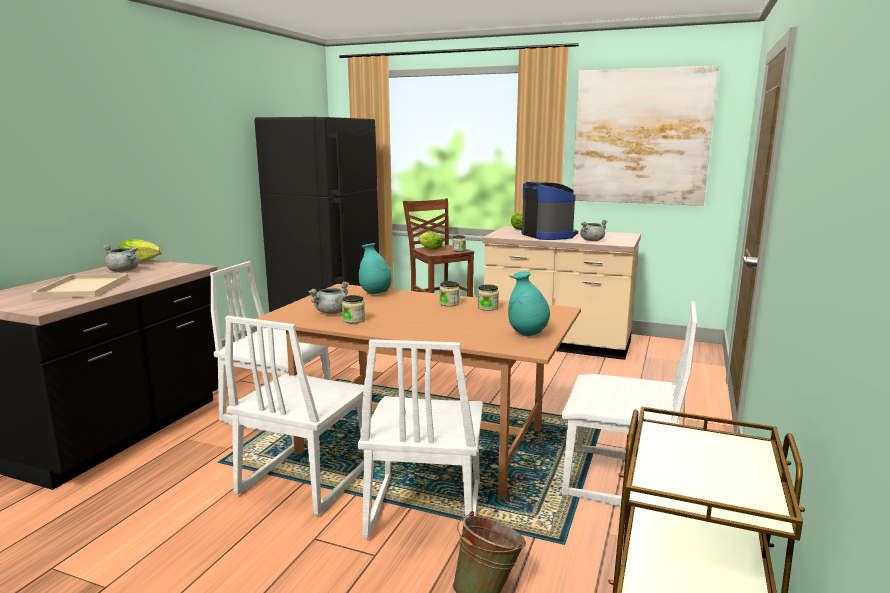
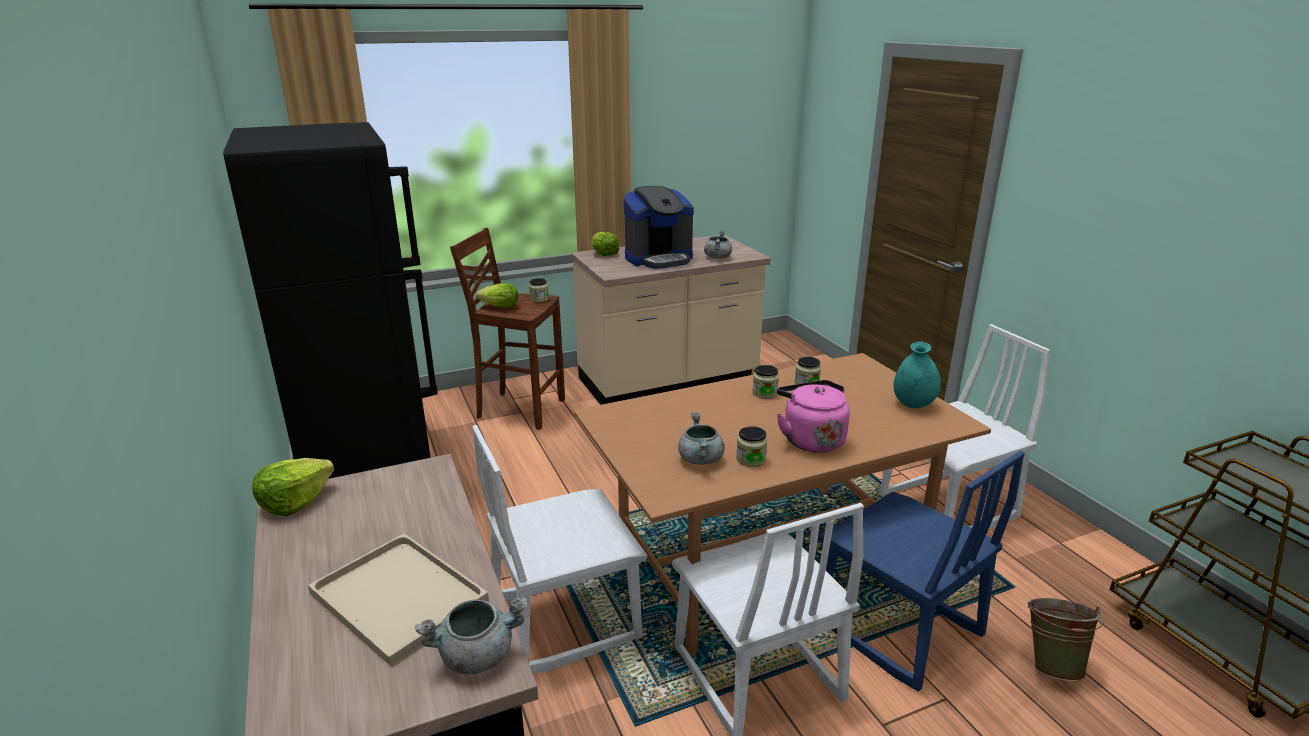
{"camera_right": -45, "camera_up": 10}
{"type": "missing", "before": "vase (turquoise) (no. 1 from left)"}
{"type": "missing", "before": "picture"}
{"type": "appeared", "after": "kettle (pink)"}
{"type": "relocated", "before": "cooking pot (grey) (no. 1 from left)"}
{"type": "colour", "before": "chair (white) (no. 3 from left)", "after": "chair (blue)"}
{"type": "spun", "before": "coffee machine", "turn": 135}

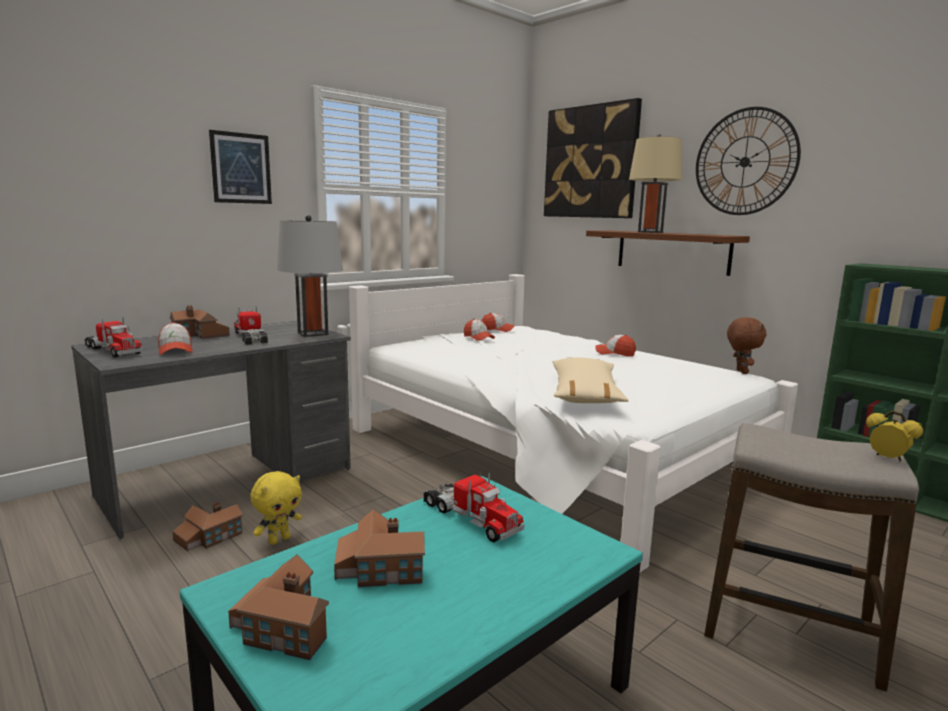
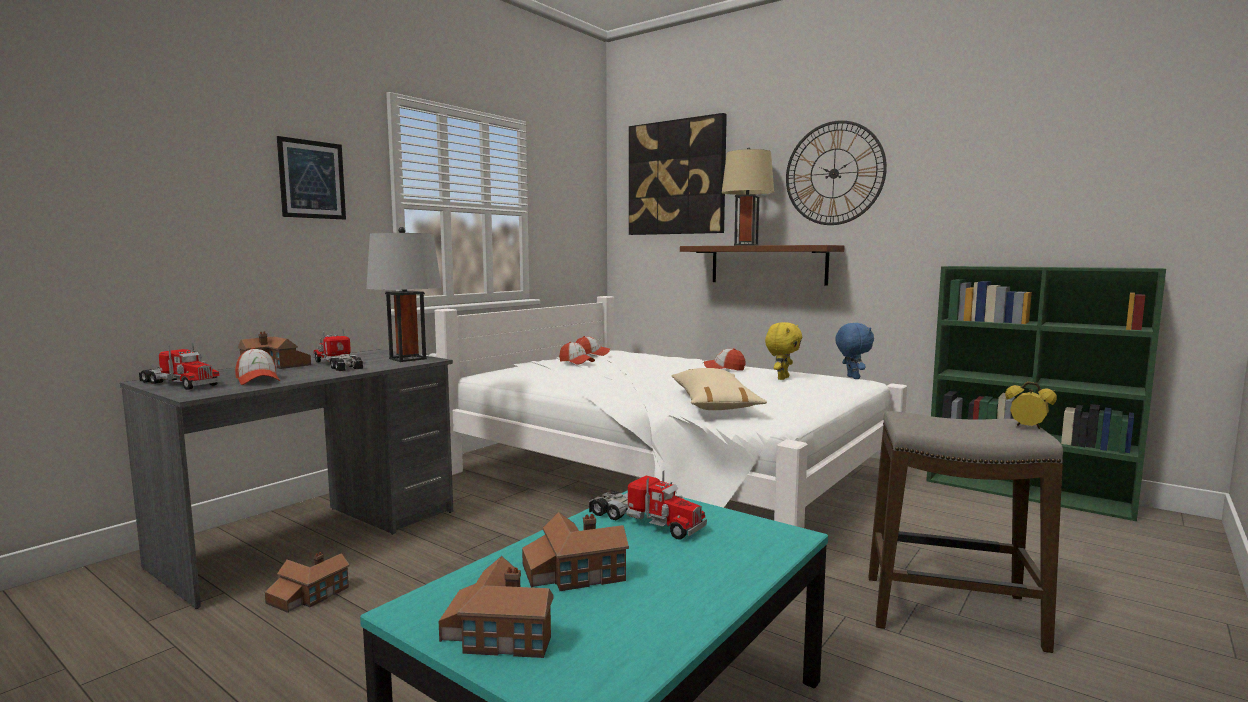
{"camera_right": -10, "camera_up": -5}
{"type": "relocated", "before": "plush toy (yellow)"}
{"type": "colour", "before": "plush toy (brown)", "after": "plush toy (blue)"}

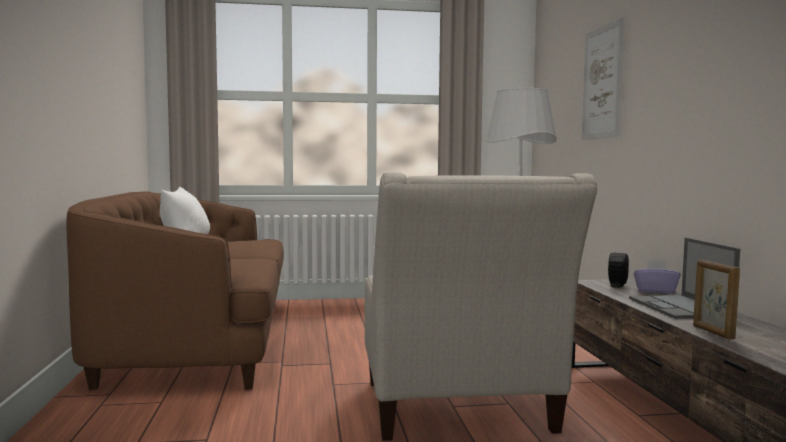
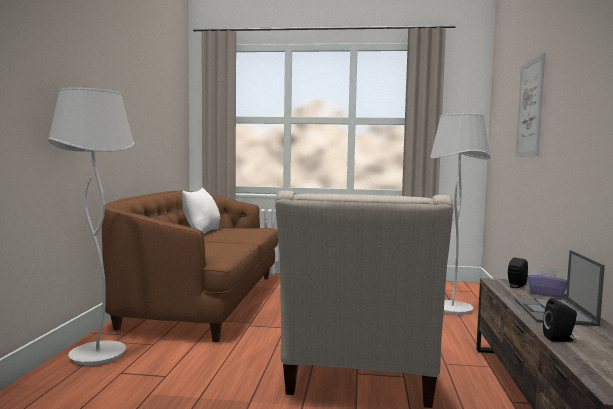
{"camera_right": 15, "camera_up": 0}
{"type": "appeared", "after": "floor lamp (white) (no. 1 from left)"}
{"type": "exchanged", "before": "picture frame", "after": "speaker (black) (no. 2 from left)"}

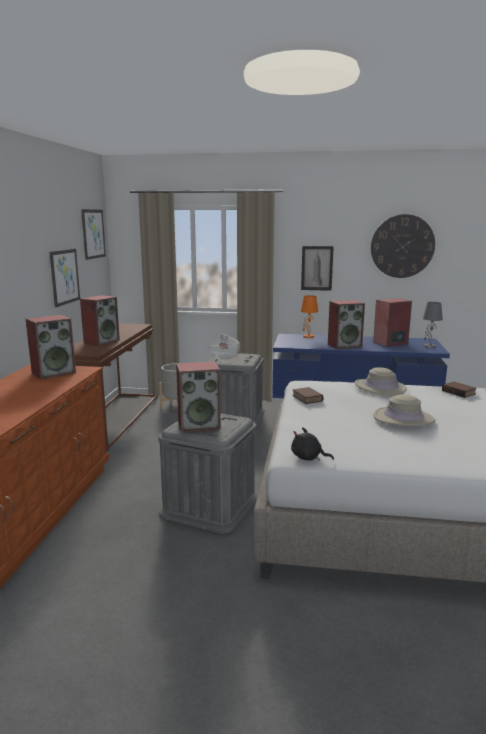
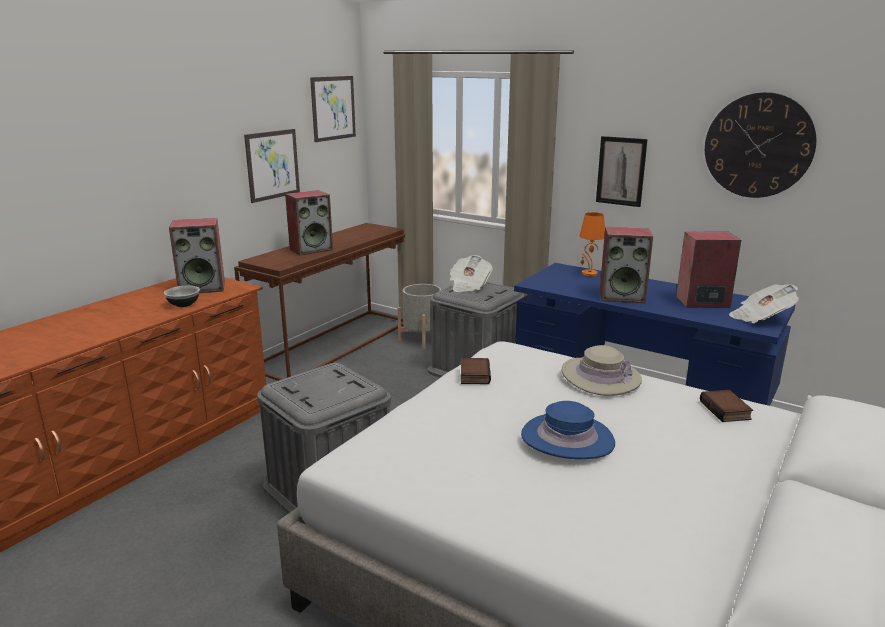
{"camera_right": 25, "camera_up": 5}
{"type": "missing", "before": "speaker (no. 3 from left)"}
{"type": "missing", "before": "plush toy (black)"}
{"type": "appeared", "after": "bowl"}
{"type": "exchanged", "before": "table lamp (grey)", "after": "newspaper (no. 2 from left)"}
{"type": "colour", "before": "hat (beige) (no. 2 from left)", "after": "hat (blue)"}

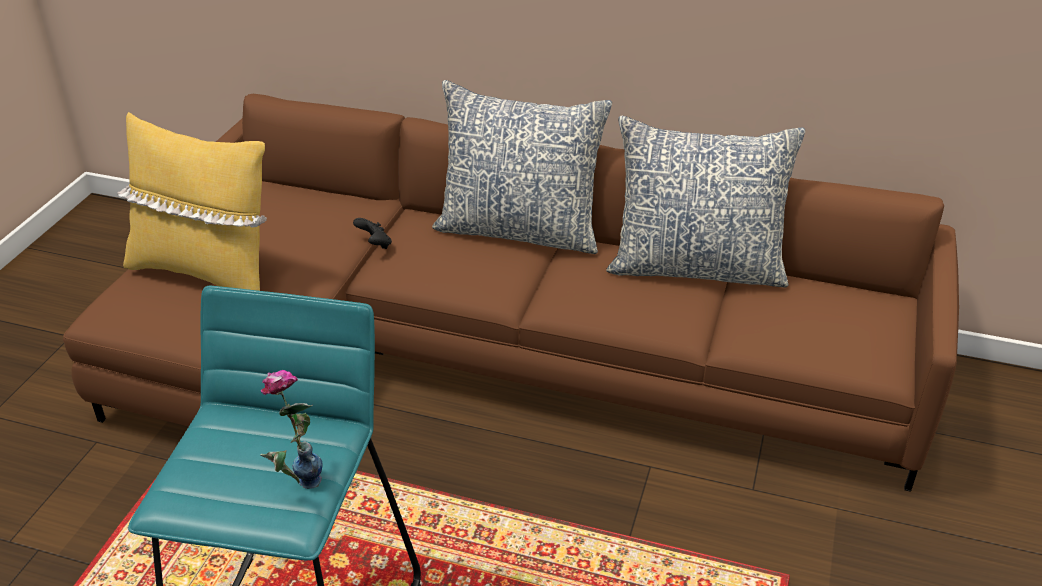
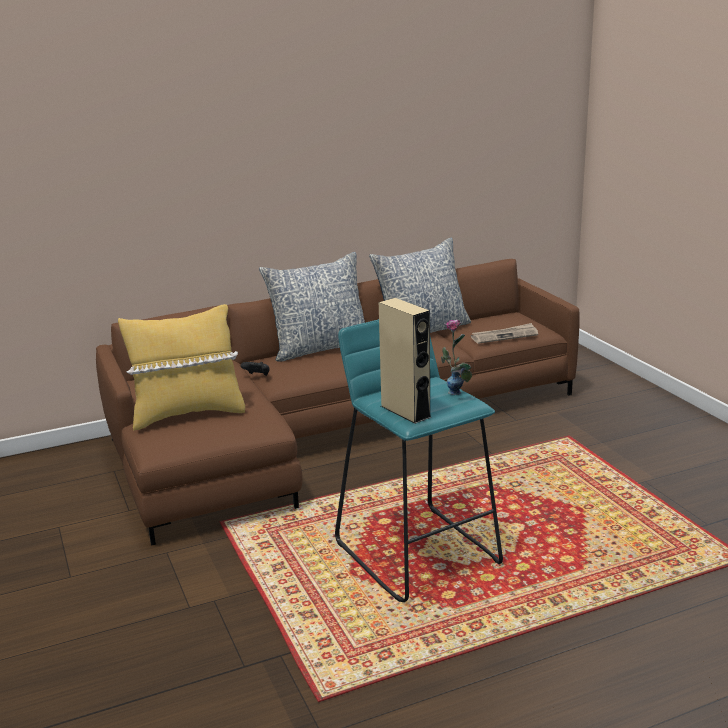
{"camera_right": -40, "camera_up": -15}
{"type": "appeared", "after": "speaker (beige)"}
{"type": "appeared", "after": "newspaper"}

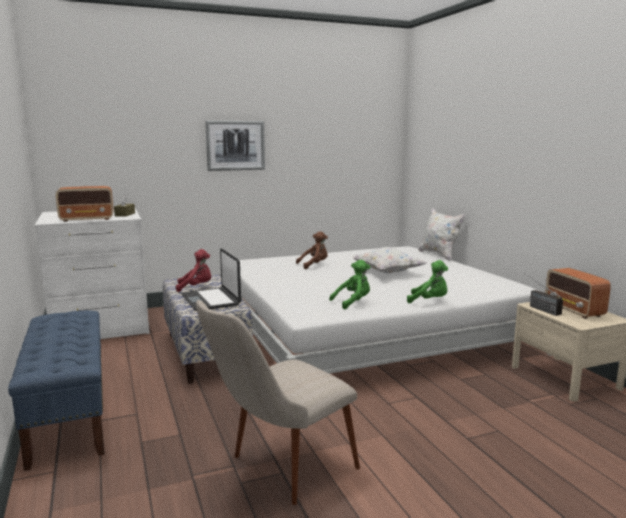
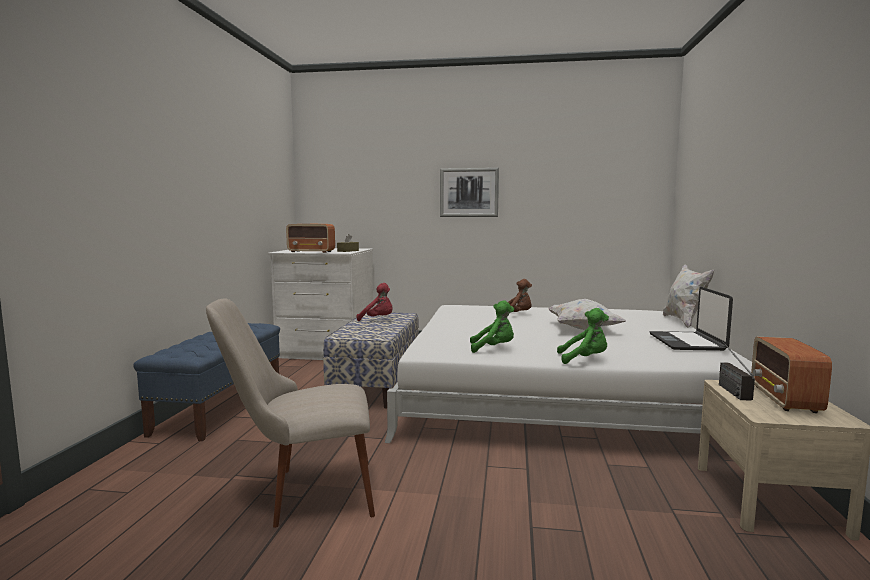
{"camera_right": 30, "camera_up": -5}
{"type": "relocated", "before": "laptop"}
{"type": "spun", "before": "plush toy (green) (no. 2 from left)", "turn": -45}

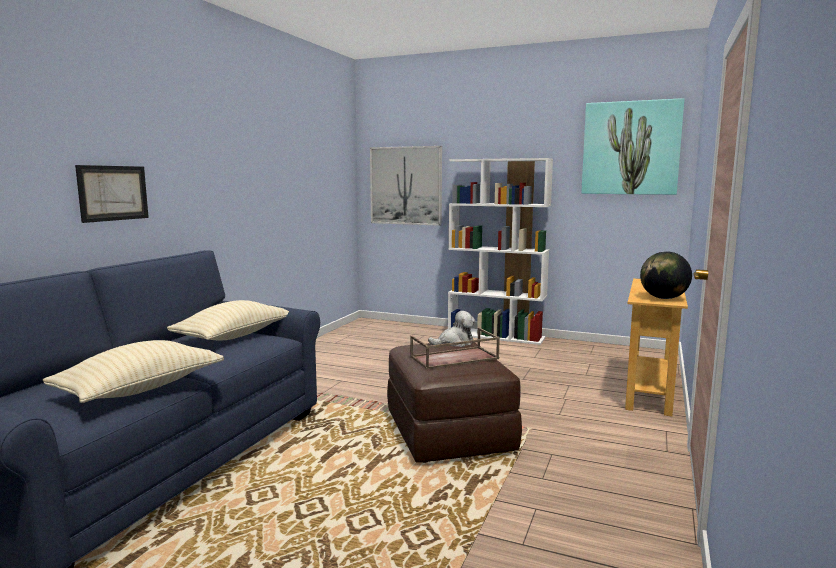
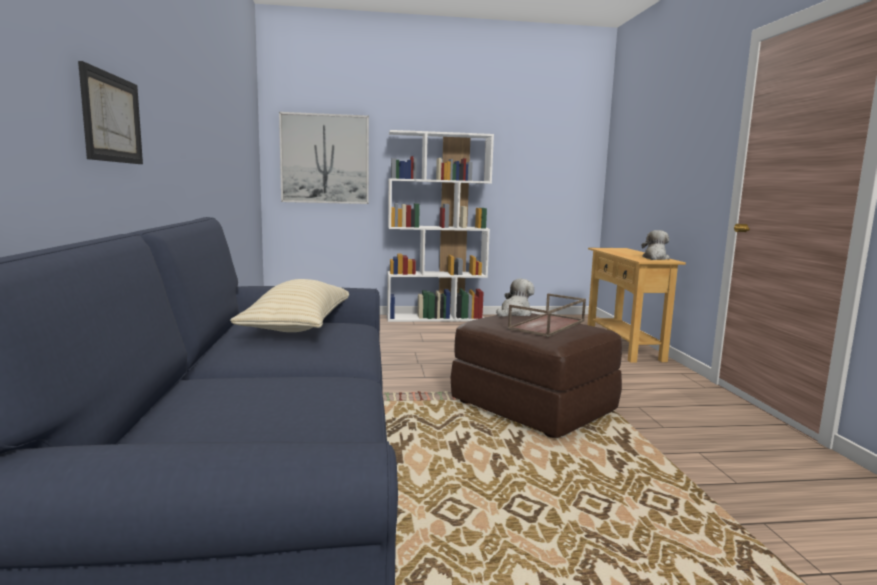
{"camera_right": -30, "camera_up": 0}
{"type": "missing", "before": "pillow (beige) (no. 1 from left)"}
{"type": "missing", "before": "picture (no. 3 from left)"}
{"type": "exchanged", "before": "globe", "after": "plush toy (no. 2 from left)"}

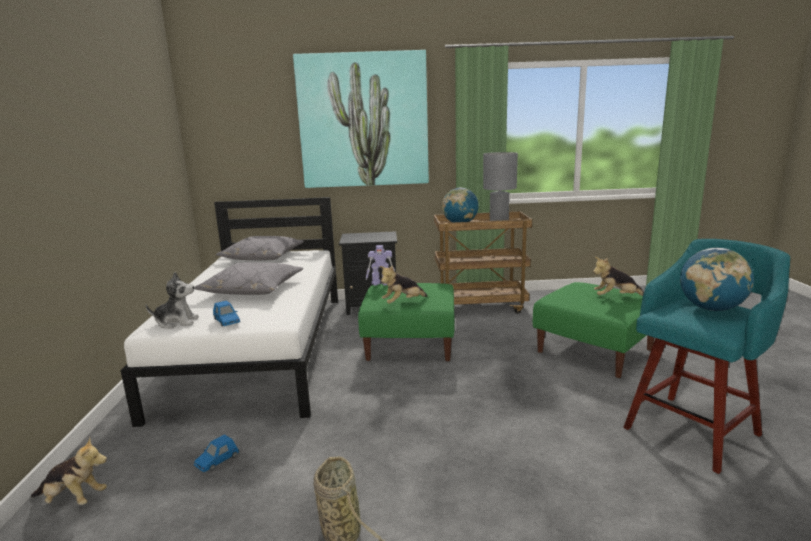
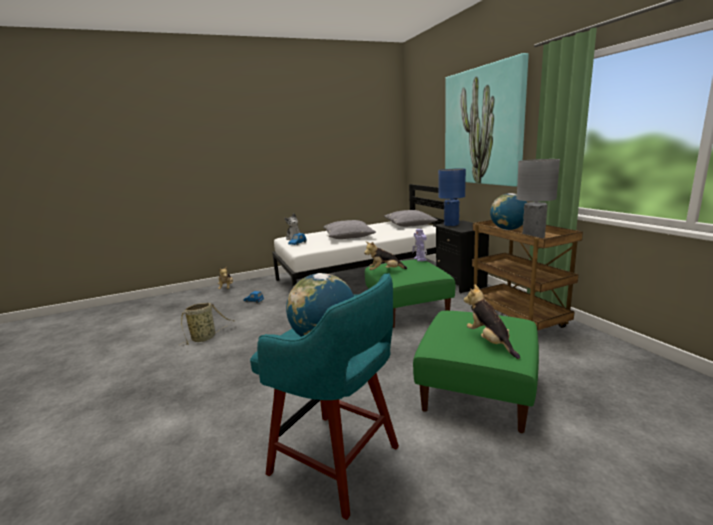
{"camera_right": 70, "camera_up": 0}
{"type": "appeared", "after": "table lamp (blue)"}
{"type": "spun", "before": "plush toy (no. 3 from left)", "turn": -45}

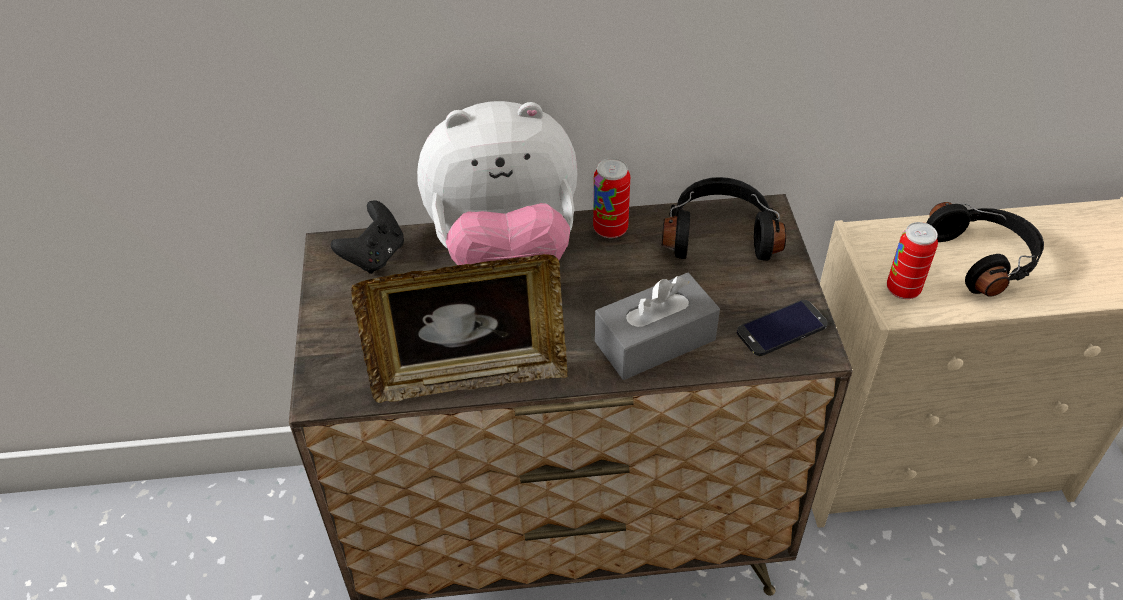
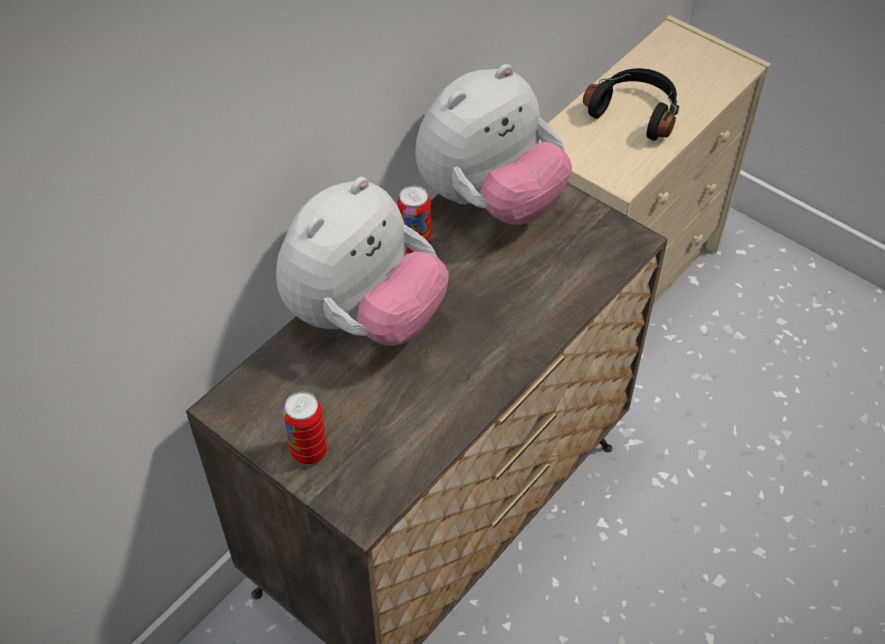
{"camera_right": -45, "camera_up": 5}
{"type": "missing", "before": "game controller (black)"}
{"type": "missing", "before": "picture frame"}
{"type": "missing", "before": "tissue box (grey)"}
{"type": "missing", "before": "phone"}
{"type": "relocated", "before": "can (no. 2 from left in the first image)", "after": "can (no. 1 from left)"}
{"type": "exchanged", "before": "headphones (black) (no. 1 from left)", "after": "plush toy (no. 2 from left)"}

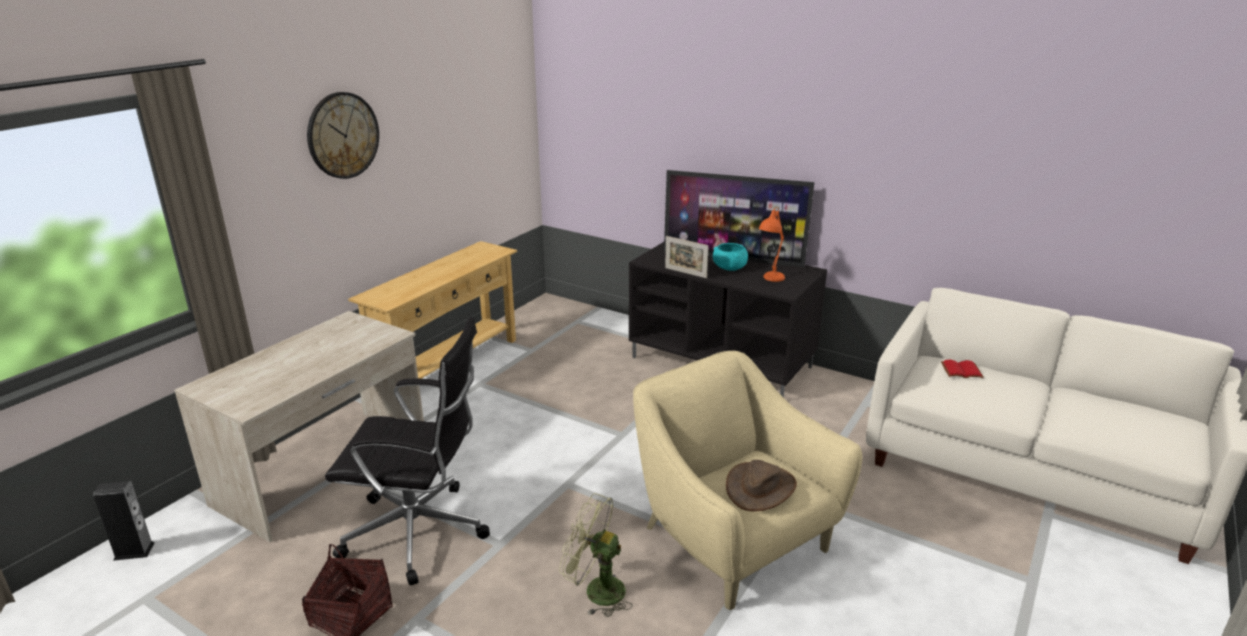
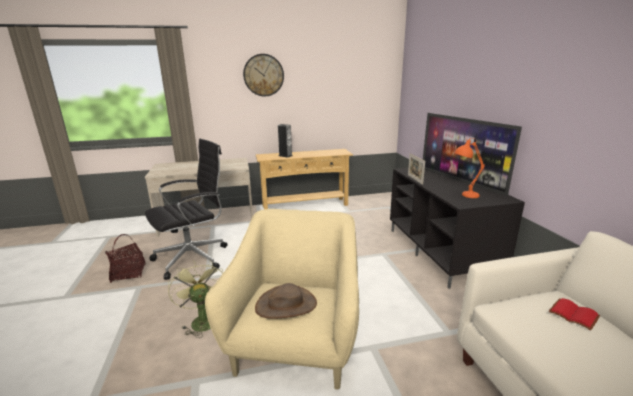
{"camera_right": 45, "camera_up": -5}
{"type": "missing", "before": "bowl (turquoise)"}
{"type": "relocated", "before": "speaker"}
{"type": "spun", "before": "office chair (black)", "turn": -90}

